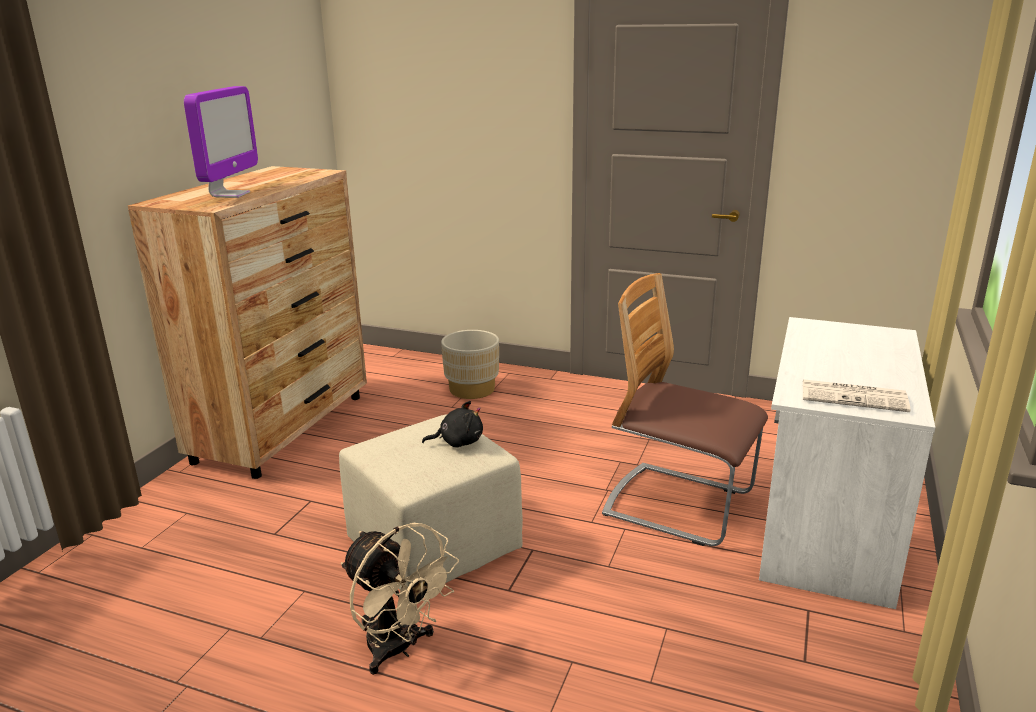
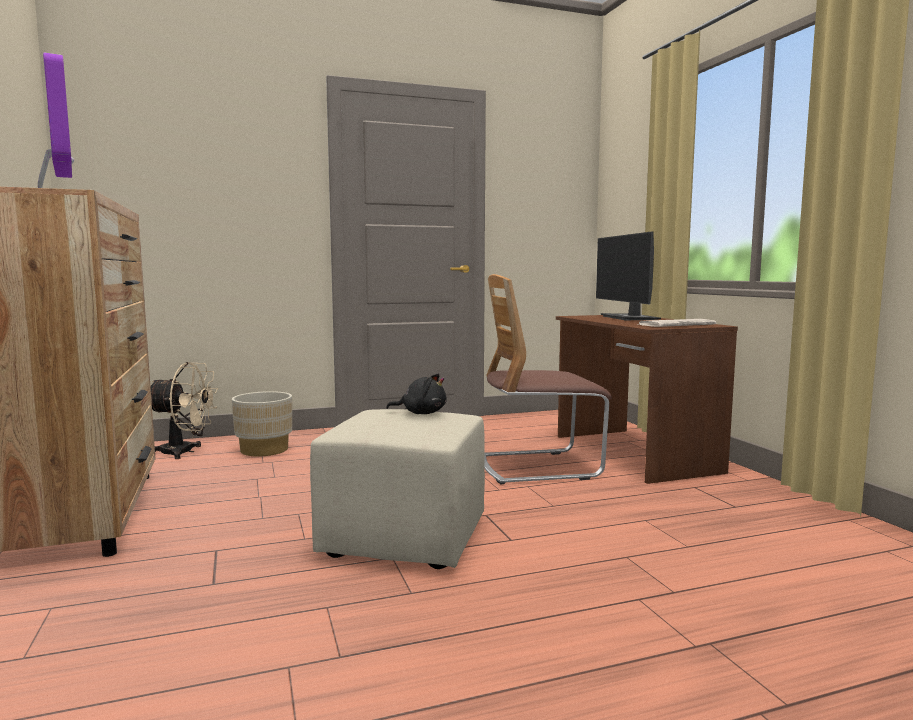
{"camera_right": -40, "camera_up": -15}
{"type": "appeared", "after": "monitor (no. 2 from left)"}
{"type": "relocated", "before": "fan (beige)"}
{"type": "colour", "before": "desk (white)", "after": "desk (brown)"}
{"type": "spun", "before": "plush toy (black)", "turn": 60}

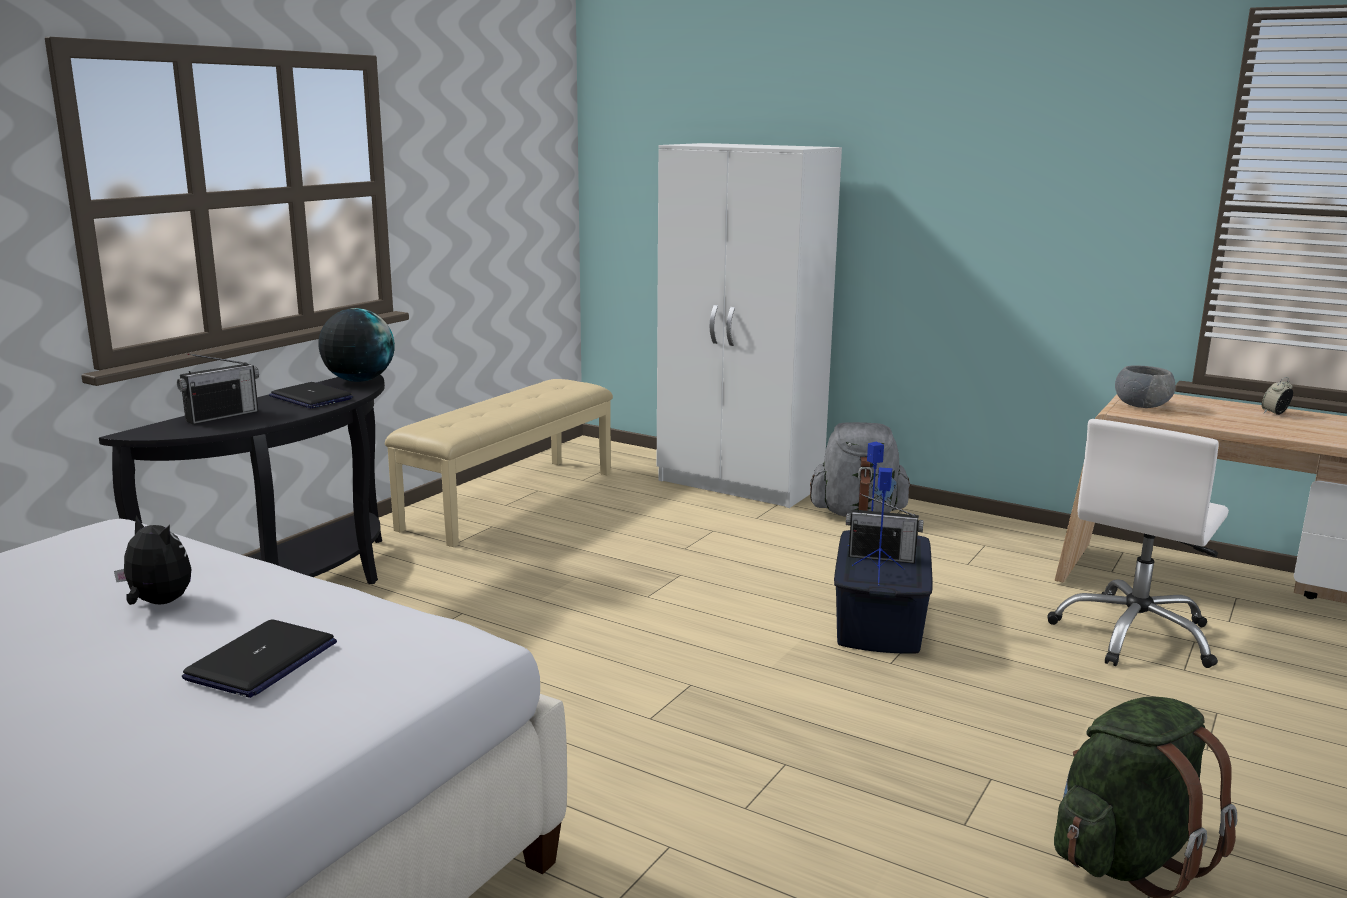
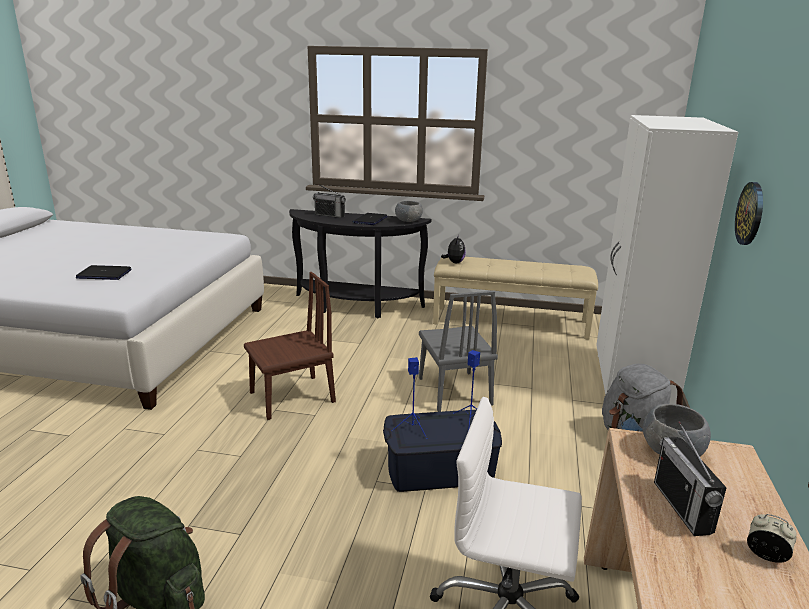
{"camera_right": 70, "camera_up": 5}
{"type": "appeared", "after": "chair (brown)"}
{"type": "appeared", "after": "chair (grey)"}
{"type": "appeared", "after": "wall clock"}
{"type": "relocated", "before": "plush toy"}
{"type": "relocated", "before": "radio (no. 2 from left)"}
{"type": "exchanged", "before": "globe", "after": "bowl (grey) (no. 1 from left)"}

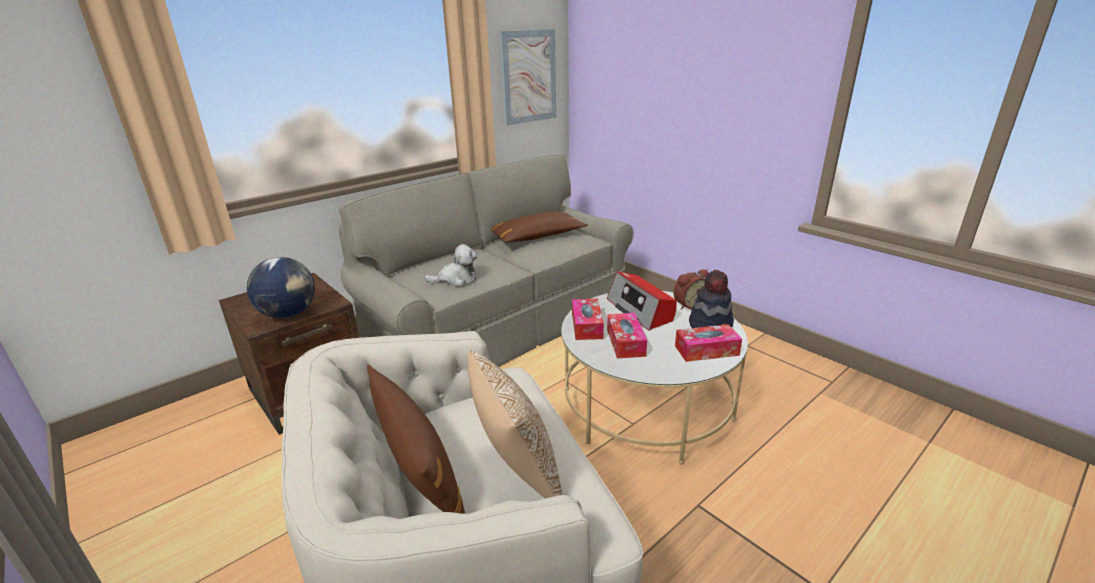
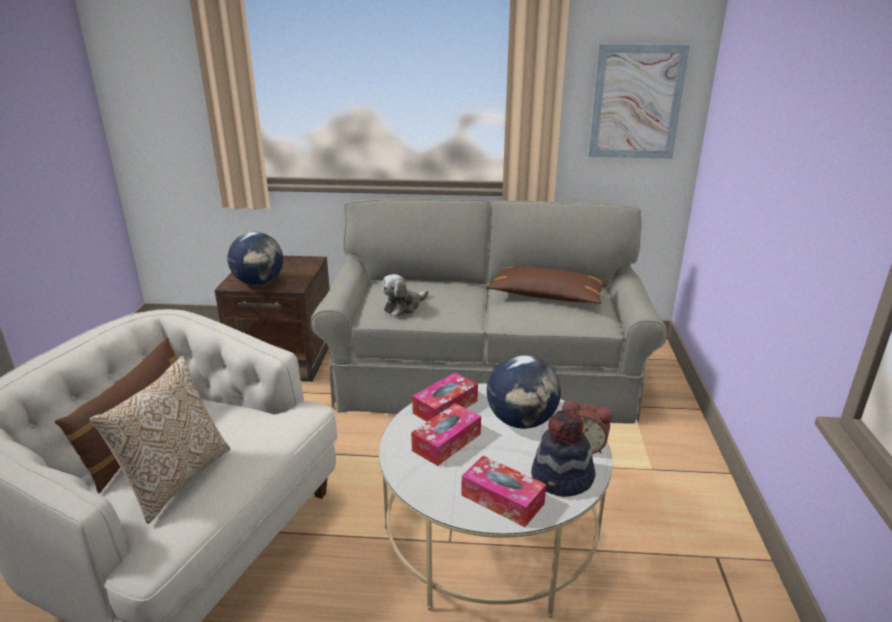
{"camera_right": 45, "camera_up": 0}
{"type": "exchanged", "before": "radio", "after": "globe (no. 2 from left)"}
{"type": "spun", "before": "plush toy", "turn": 105}

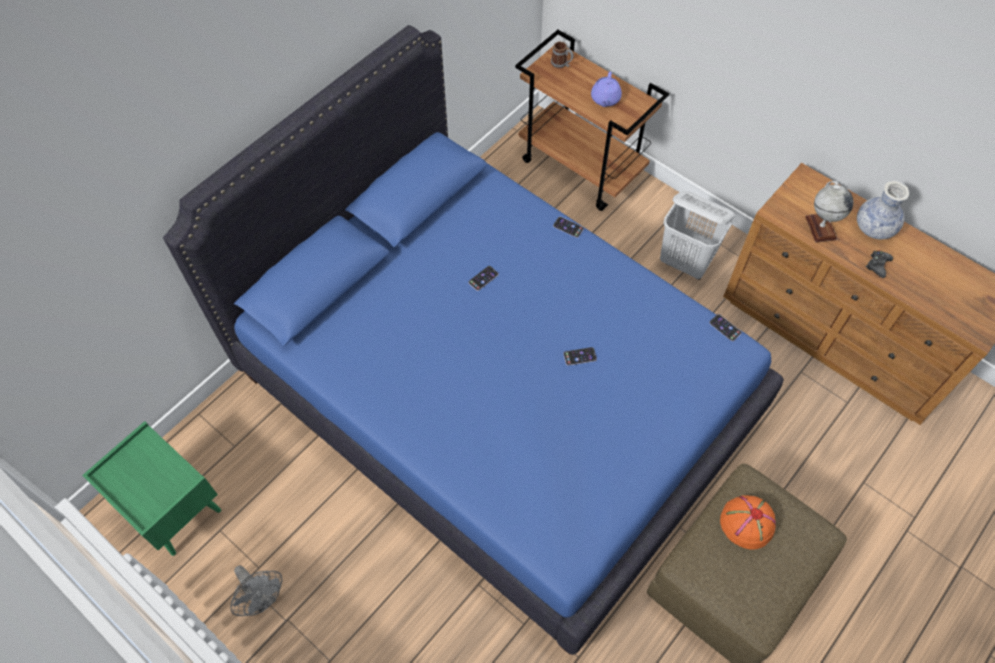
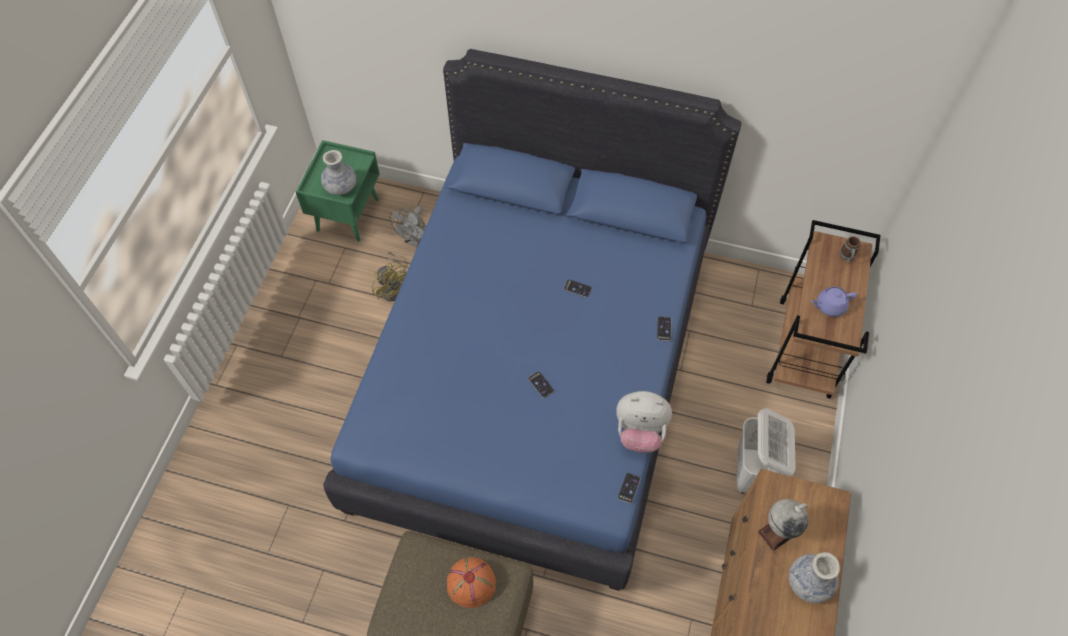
{"camera_right": 65, "camera_up": 0}
{"type": "missing", "before": "game controller (black)"}
{"type": "appeared", "after": "vase (no. 1 from left)"}
{"type": "appeared", "after": "fan (yellow)"}
{"type": "appeared", "after": "plush toy"}
{"type": "relocated", "before": "fan (grey)"}

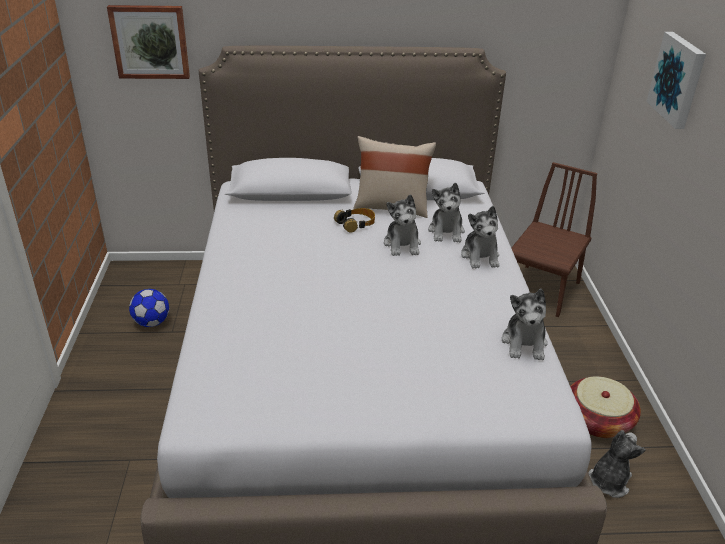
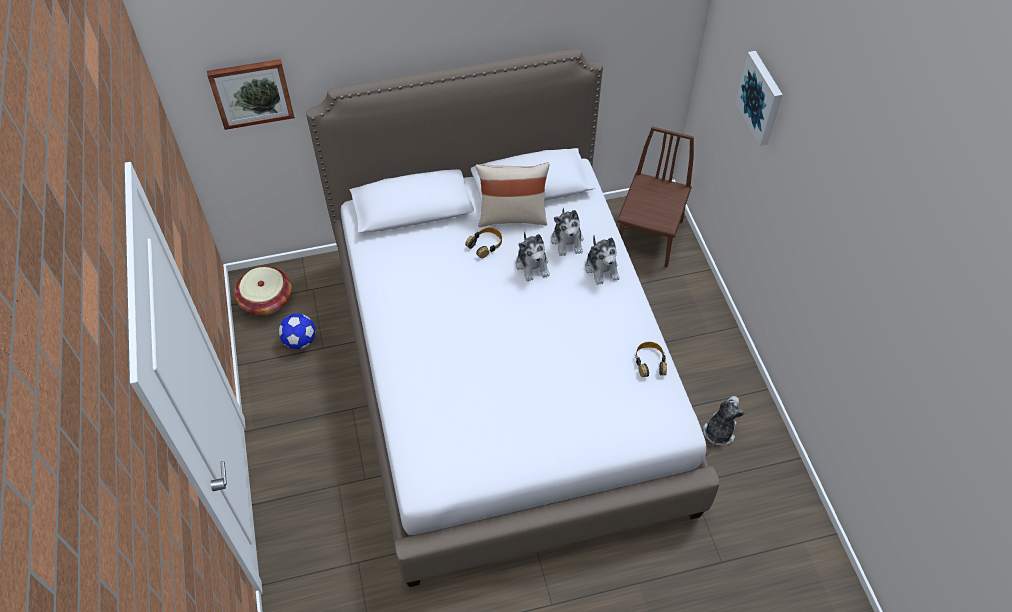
{"camera_right": -10, "camera_up": 20}
{"type": "relocated", "before": "basket"}
{"type": "exchanged", "before": "plush toy (no. 4 from left)", "after": "headphones (no. 2 from left)"}

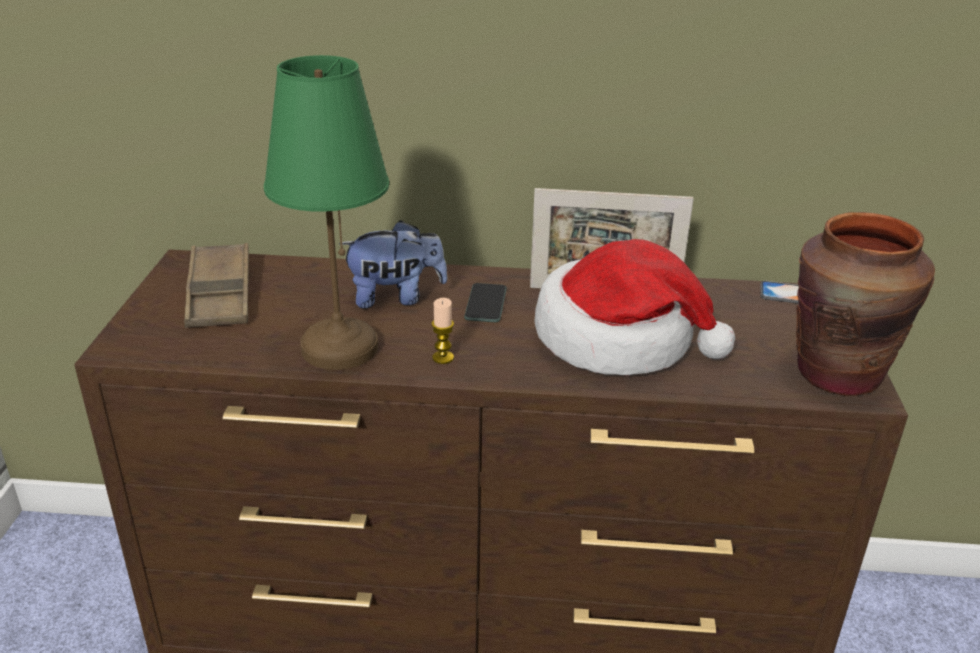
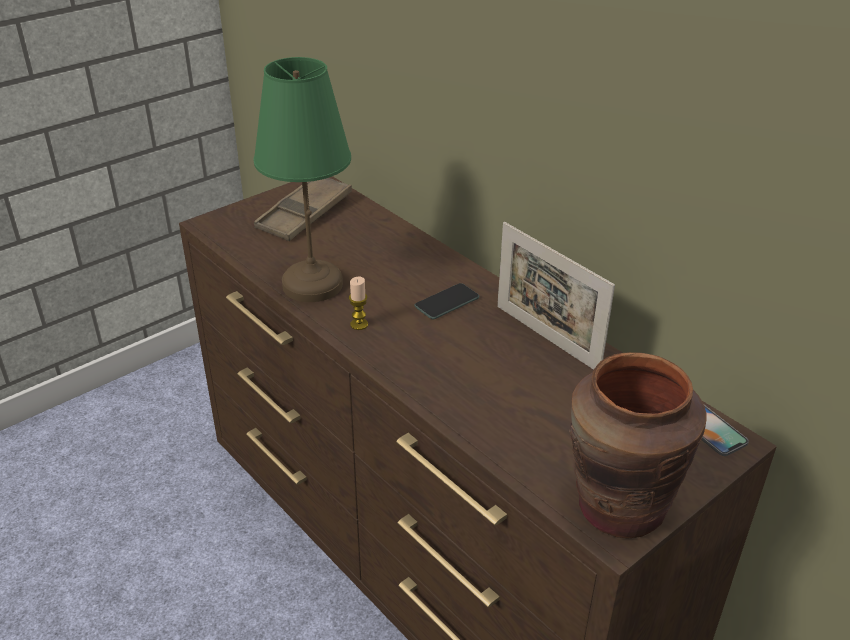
{"camera_right": 45, "camera_up": 5}
{"type": "missing", "before": "plush toy"}
{"type": "missing", "before": "hat"}

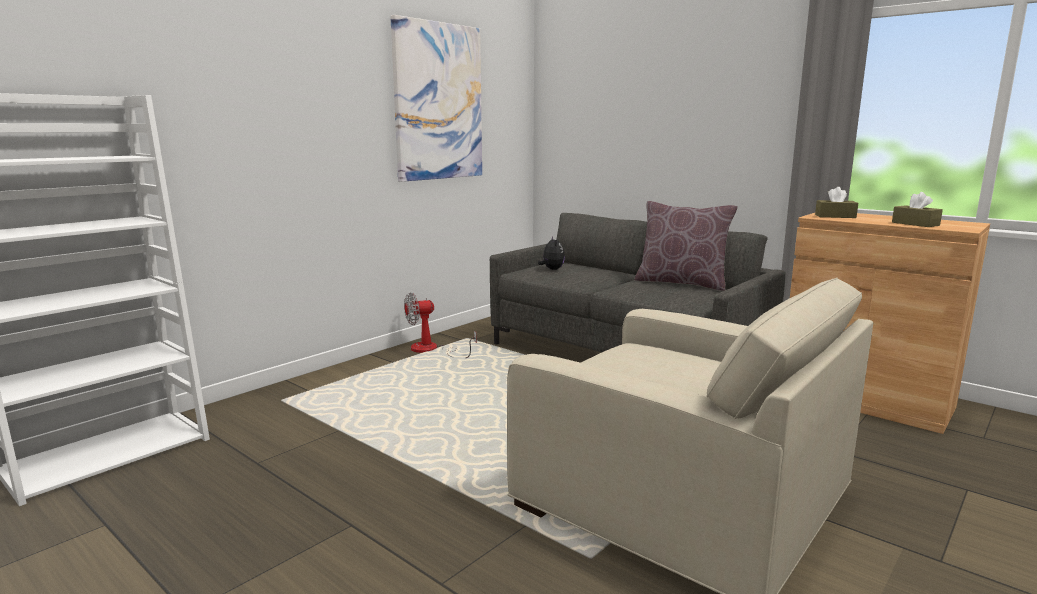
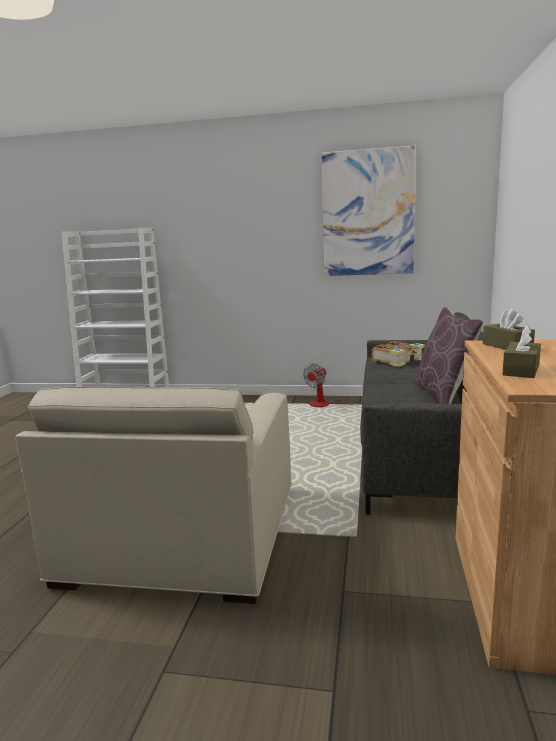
{"camera_right": 60, "camera_up": 0}
{"type": "exchanged", "before": "plush toy", "after": "book"}
{"type": "spun", "before": "fan", "turn": -90}

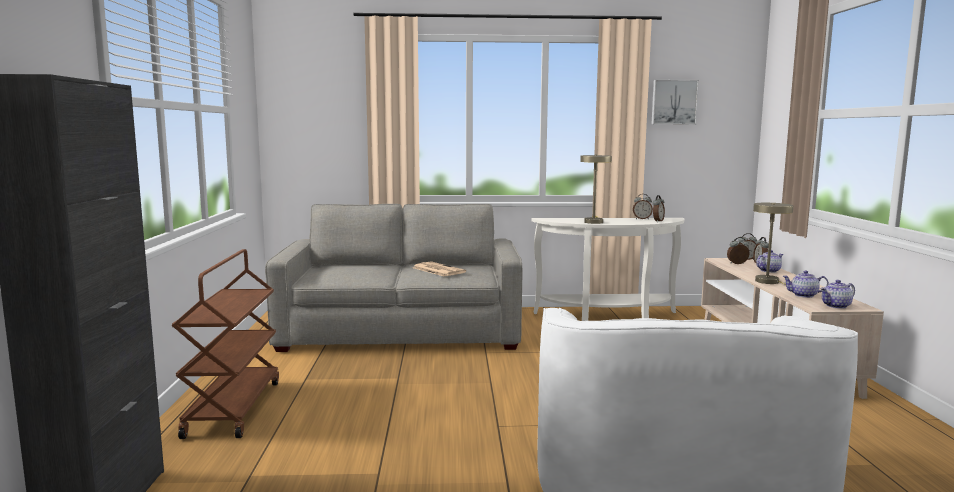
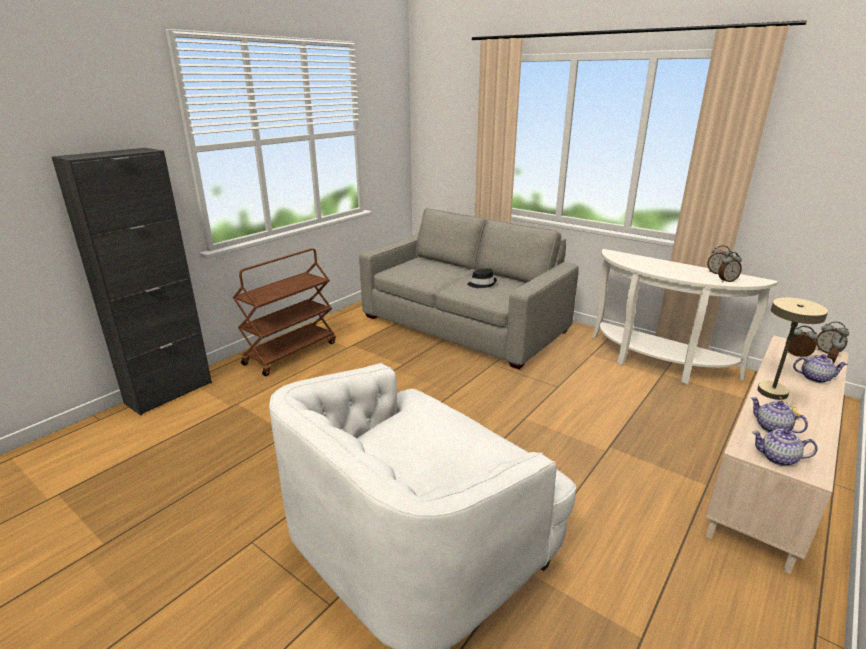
{"camera_right": 40, "camera_up": 15}
{"type": "missing", "before": "table lamp (beige) (no. 1 from left)"}
{"type": "missing", "before": "picture"}
{"type": "exchanged", "before": "newspaper", "after": "hat (black)"}

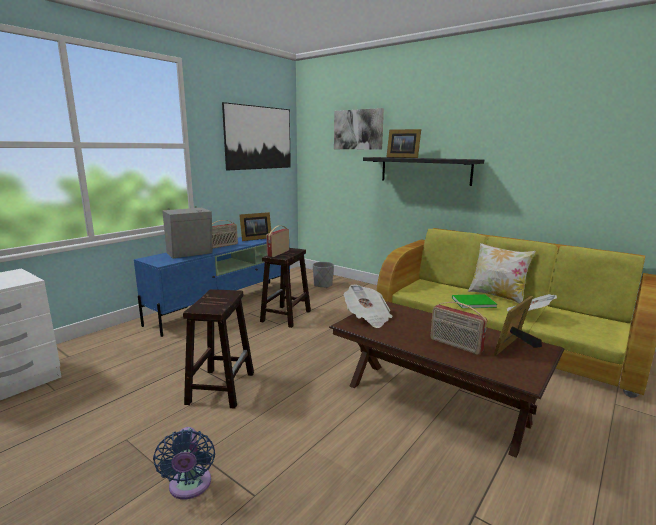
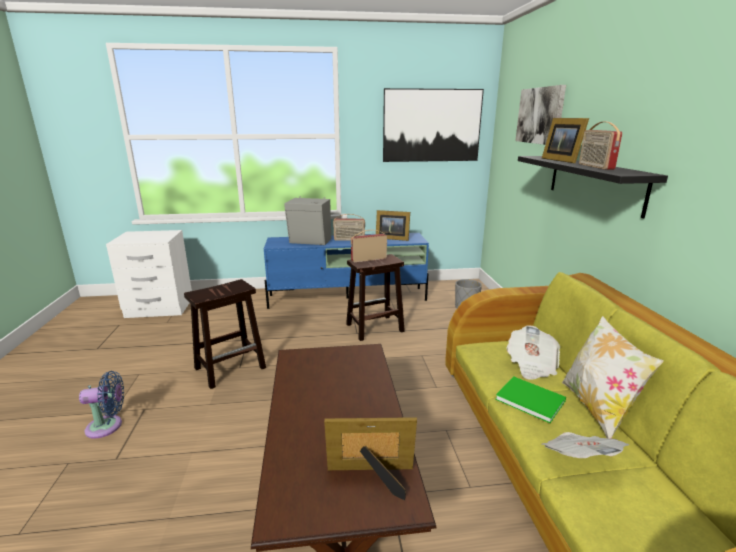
{"camera_right": 45, "camera_up": 5}
{"type": "relocated", "before": "newspaper (no. 1 from left)"}
{"type": "relocated", "before": "radio (no. 3 from left)"}
{"type": "spun", "before": "fan (blue)", "turn": -135}

